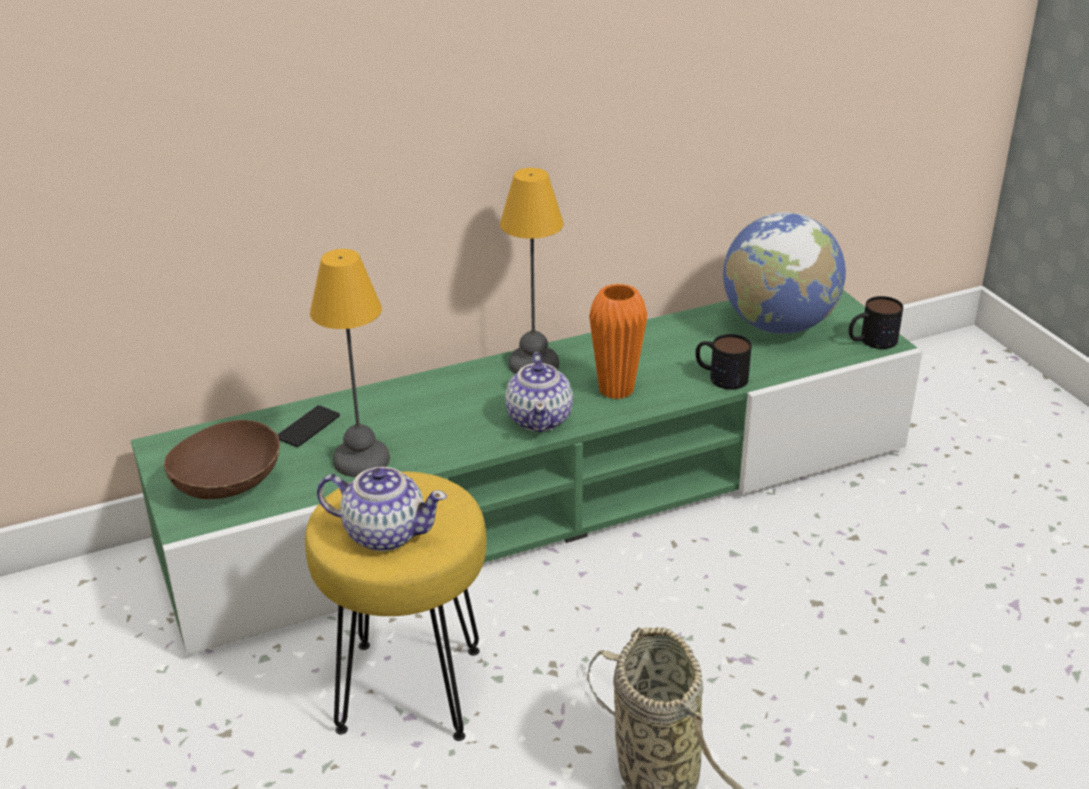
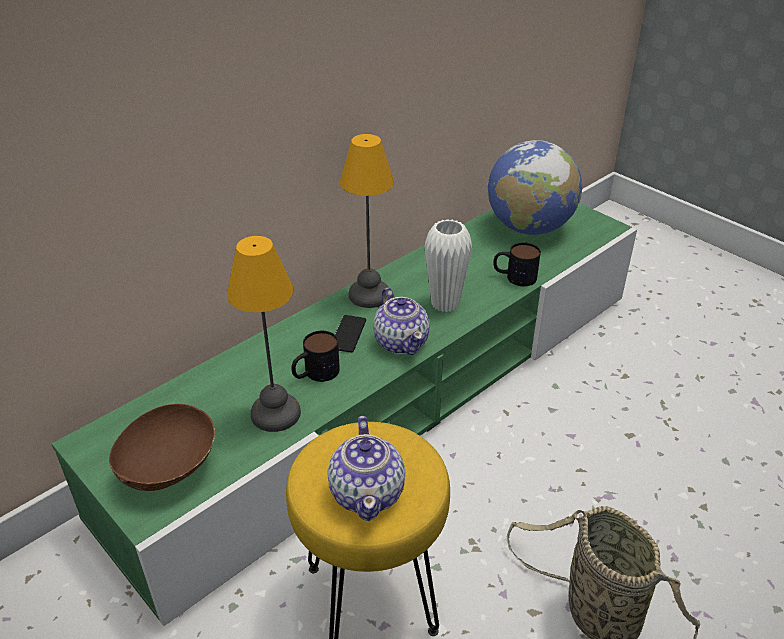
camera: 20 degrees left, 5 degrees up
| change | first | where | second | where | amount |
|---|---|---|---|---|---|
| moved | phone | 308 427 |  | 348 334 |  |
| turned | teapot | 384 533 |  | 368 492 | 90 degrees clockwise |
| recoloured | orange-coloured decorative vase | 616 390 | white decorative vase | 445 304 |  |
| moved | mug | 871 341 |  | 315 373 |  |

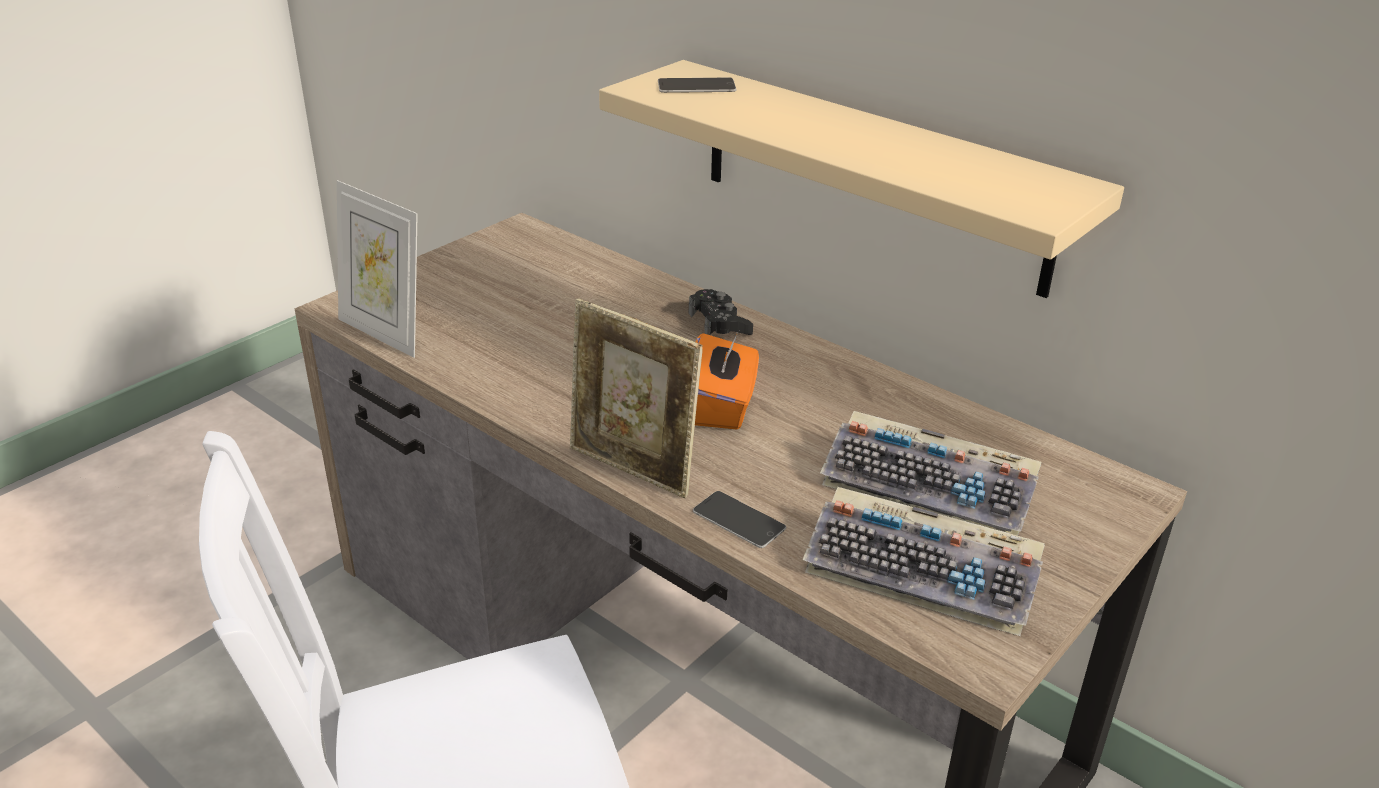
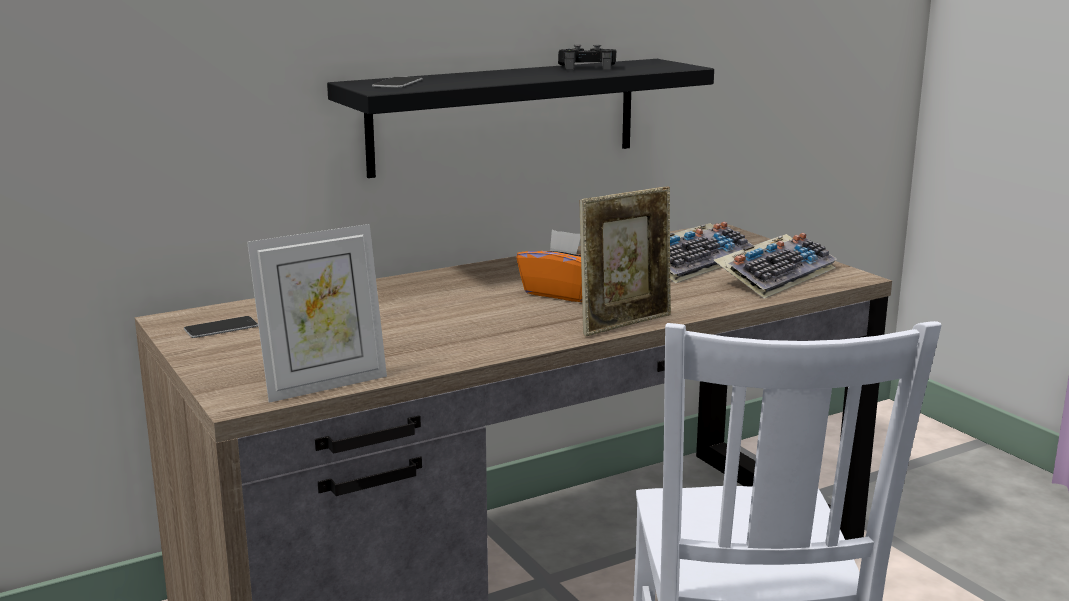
camera: 70 degrees left, 15 degrees down
| change | first | where | second | where | amount |
|---|---|---|---|---|---|
| recoloured | beige-coloured wall shelf | 872 175 | black wall shelf | 505 116 |  |
| moved | black gamepad | 719 323 |  | 587 67 |  |
| moved | phone | 739 520 |  | 221 327 |  |

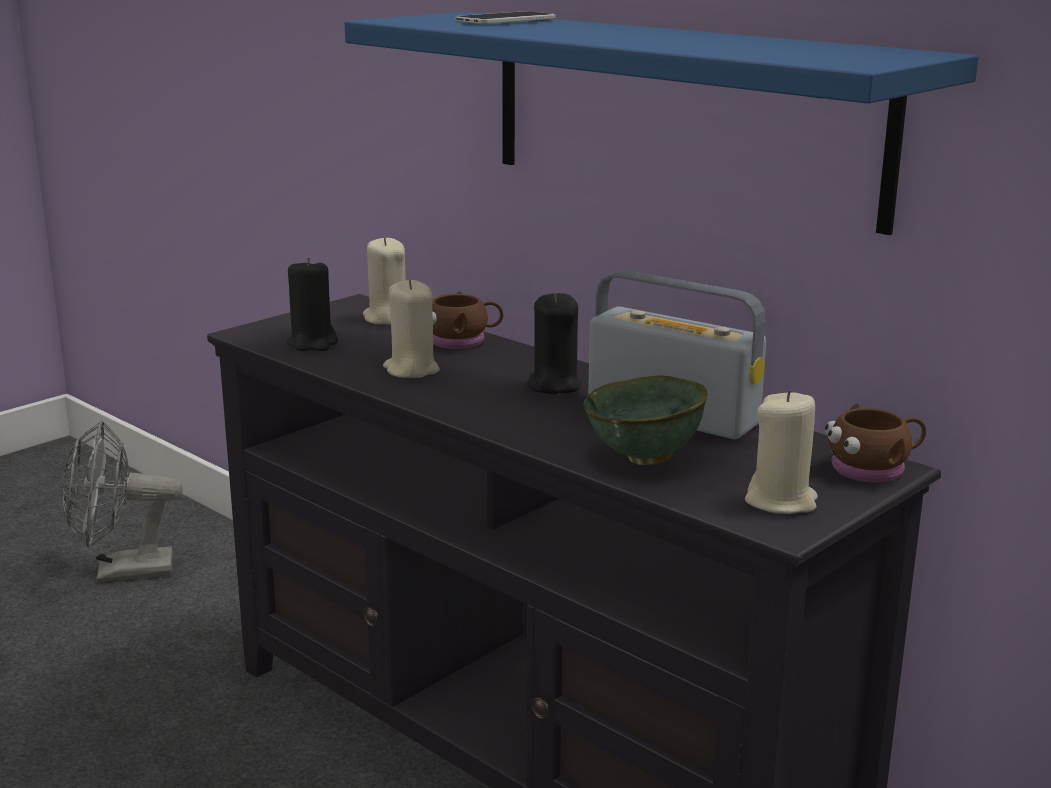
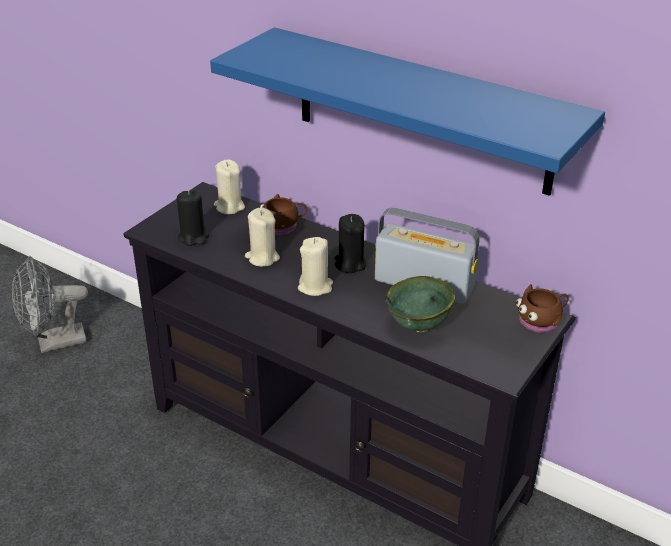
camera: 10 degrees left, 15 degrees up
| change | first | where | second | where | amount |
|---|---|---|---|---|---|
| removed | phone | 506 21 |  |  |  |
| moved | beige-coloured wax candle | 781 501 |  | 315 287 |  |

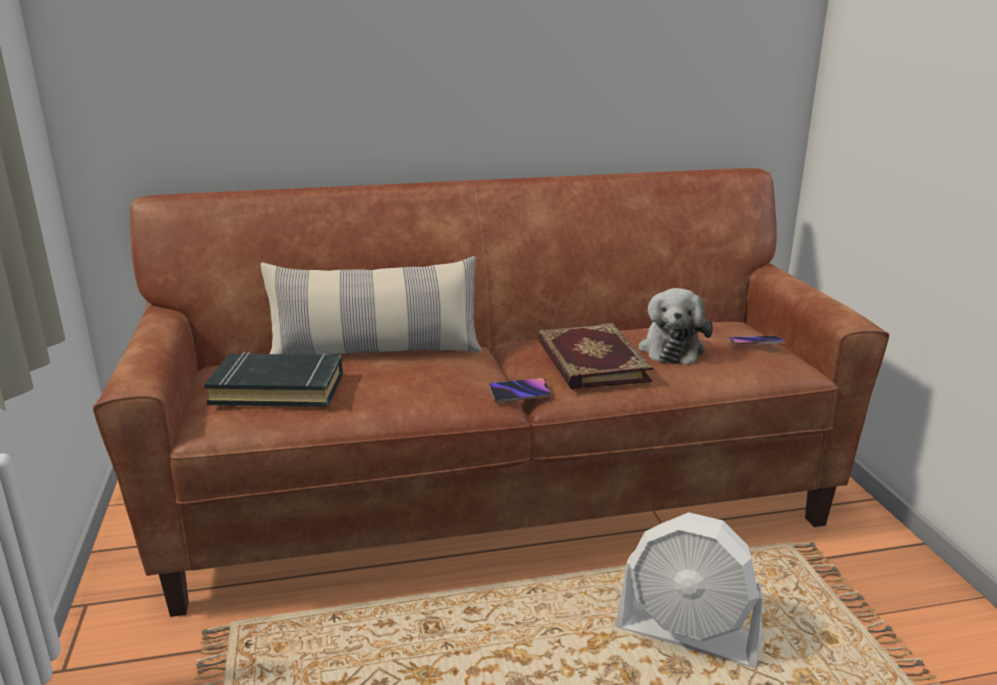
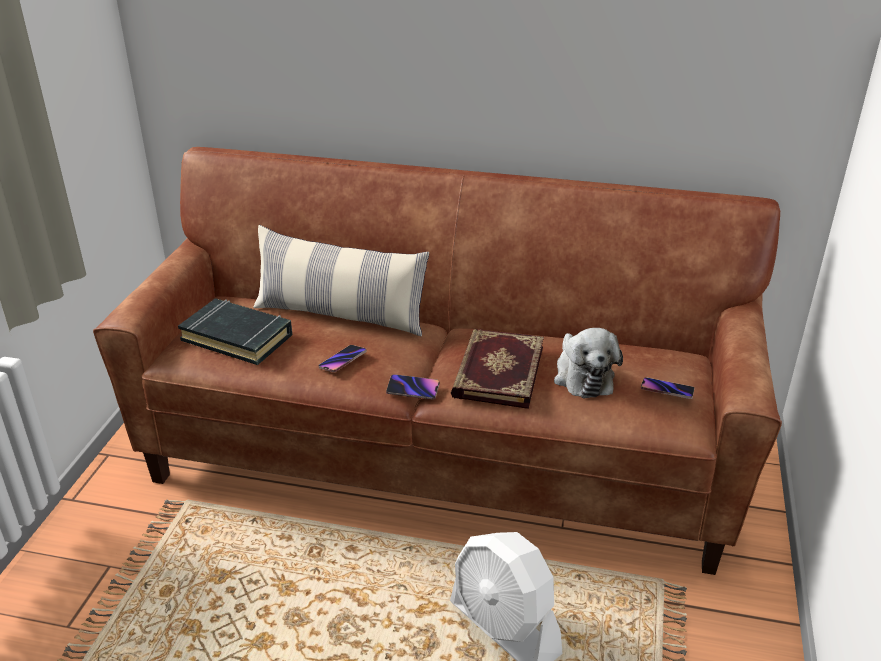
camera: 25 degrees right, 10 degrees up
| change | first | where | second | where | amount |
|---|---|---|---|---|---|
| turned | cuddly toy | 671 348 |  | 582 376 | 45 degrees counterclockwise |
| added |  |  | phone | 343 361 |  |

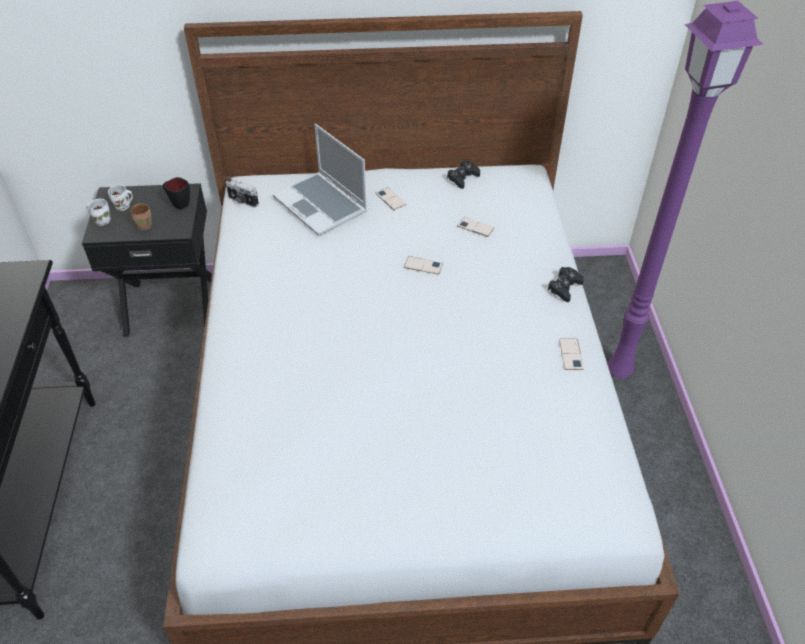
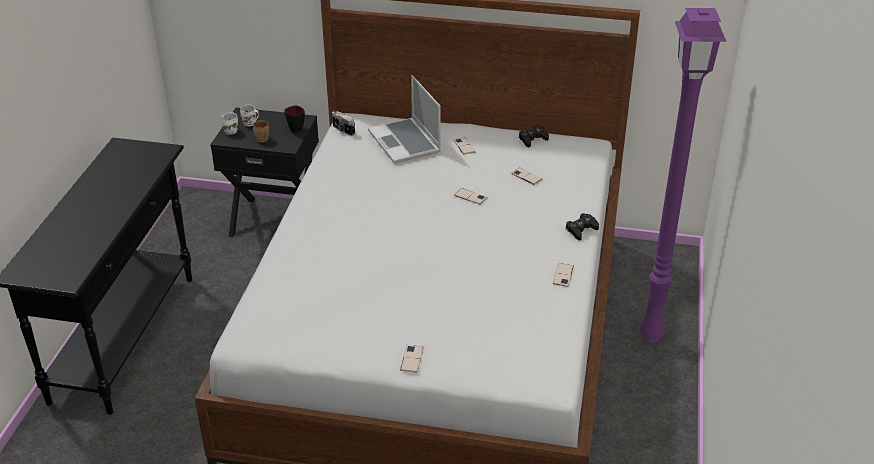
camera: 15 degrees right, 10 degrees down
| change | first | where | second | where | amount |
|---|---|---|---|---|---|
| added |  |  | phone | 411 359 |  |

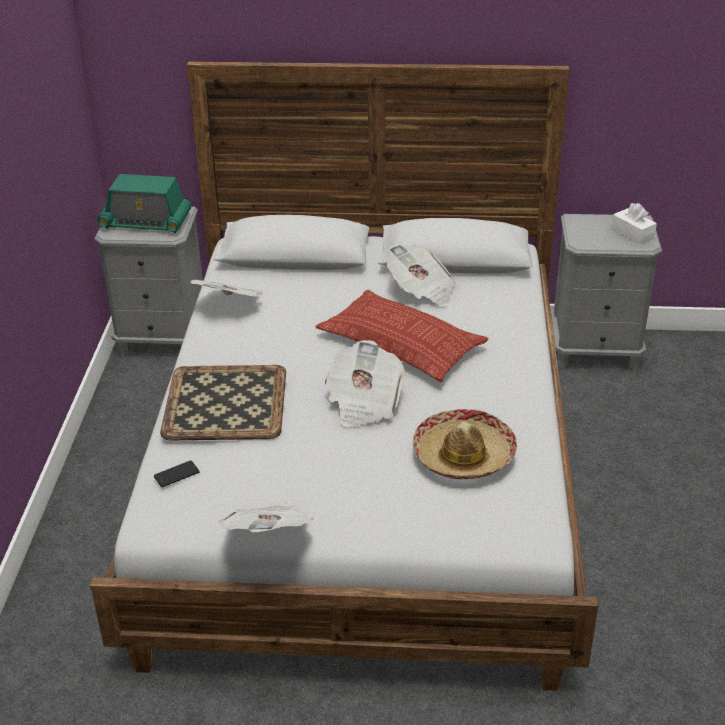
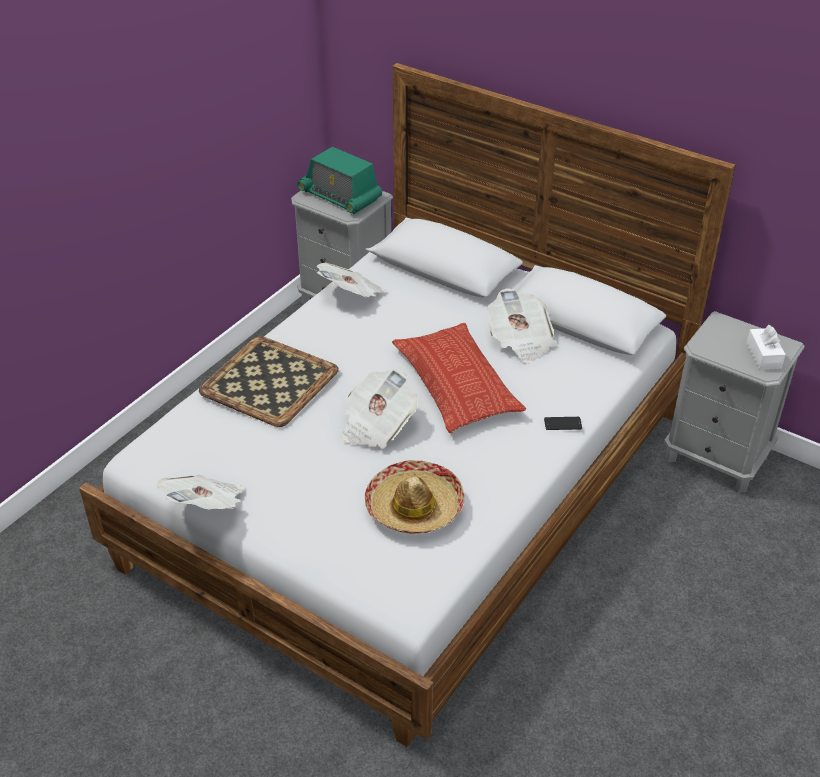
camera: 30 degrees right, 5 degrees up
| change | first | where | second | where | amount |
|---|---|---|---|---|---|
| moved | phone | 176 474 |  | 562 424 |  |

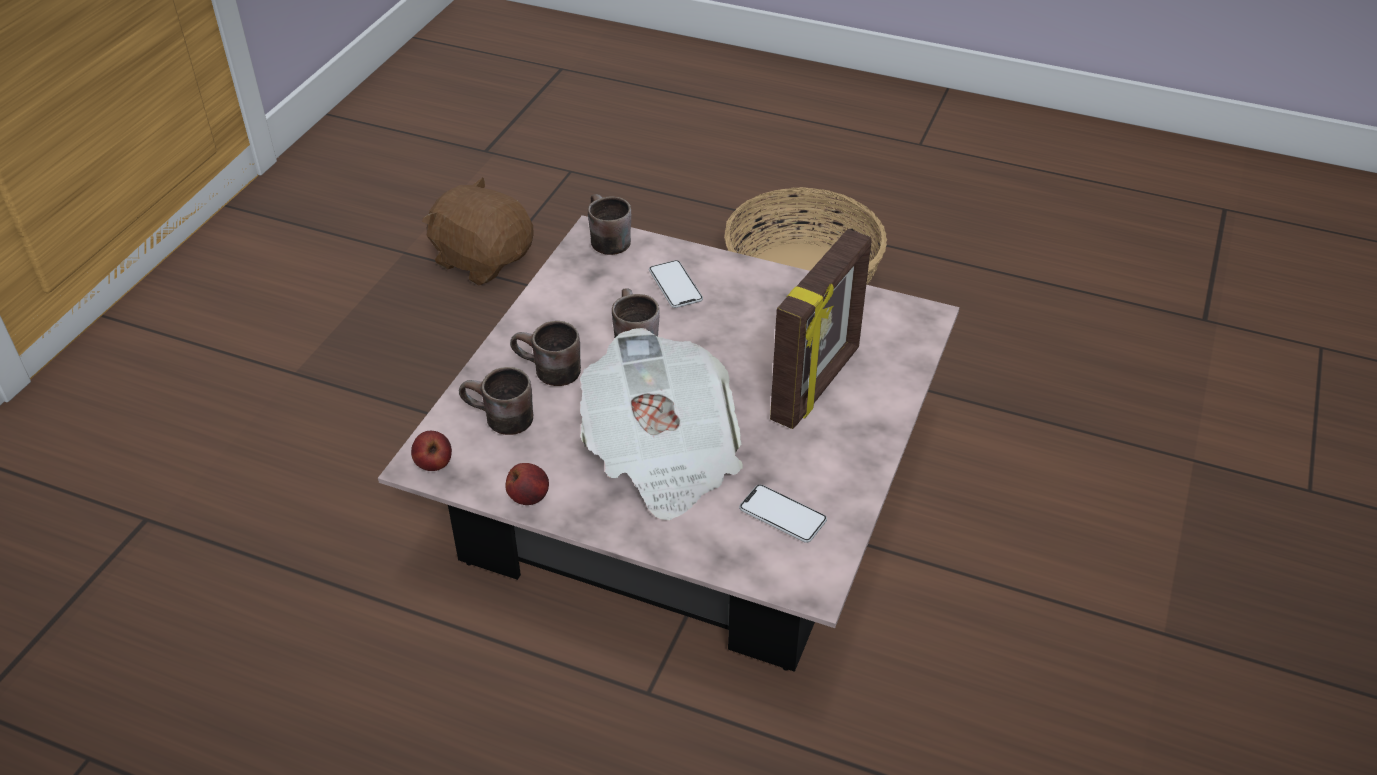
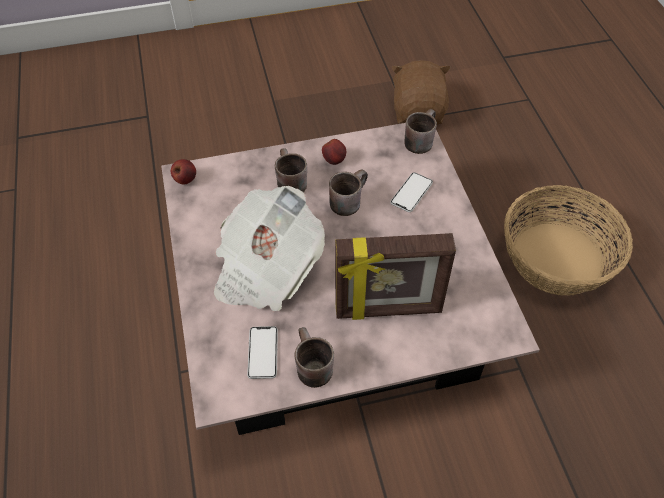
camera: 55 degrees right, 10 degrees up
| change | first | where | second | where | amount |
|---|---|---|---|---|---|
| moved | brownish mug | 499 421 |  | 309 366 |  |
| moved | apple | 529 497 |  | 334 160 |  |

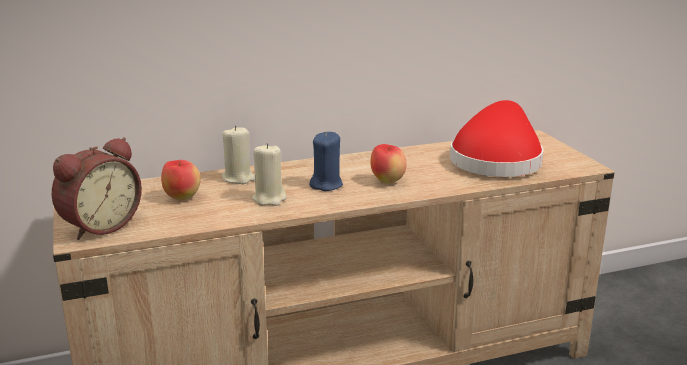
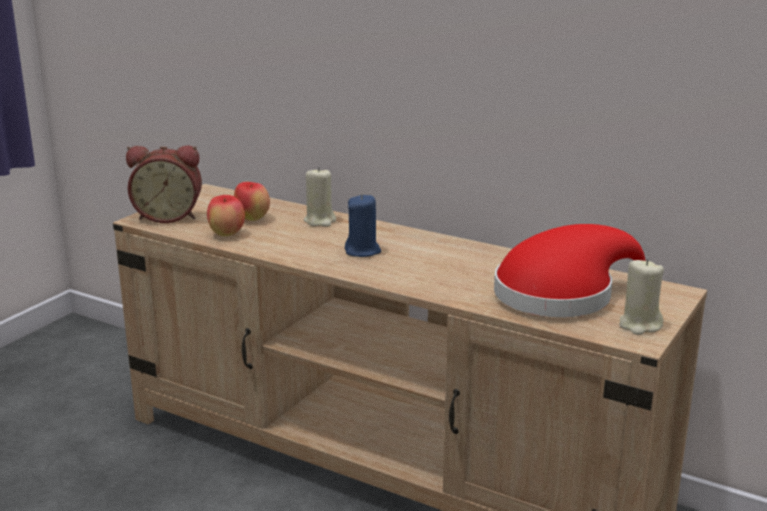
camera: 50 degrees right, 0 degrees up
| change | first | where | second | where | amount |
|---|---|---|---|---|---|
| moved | beige-coloured wax candle | 269 199 |  | 639 325 |  |
| moved | apple | 387 181 |  | 227 234 |  |

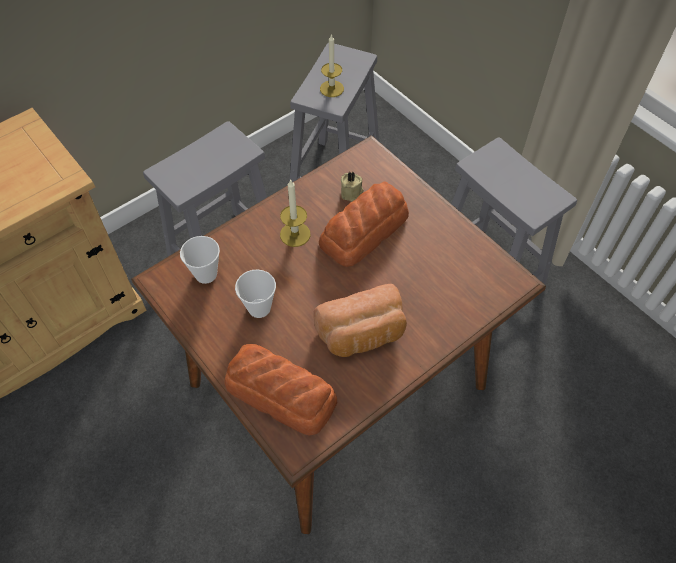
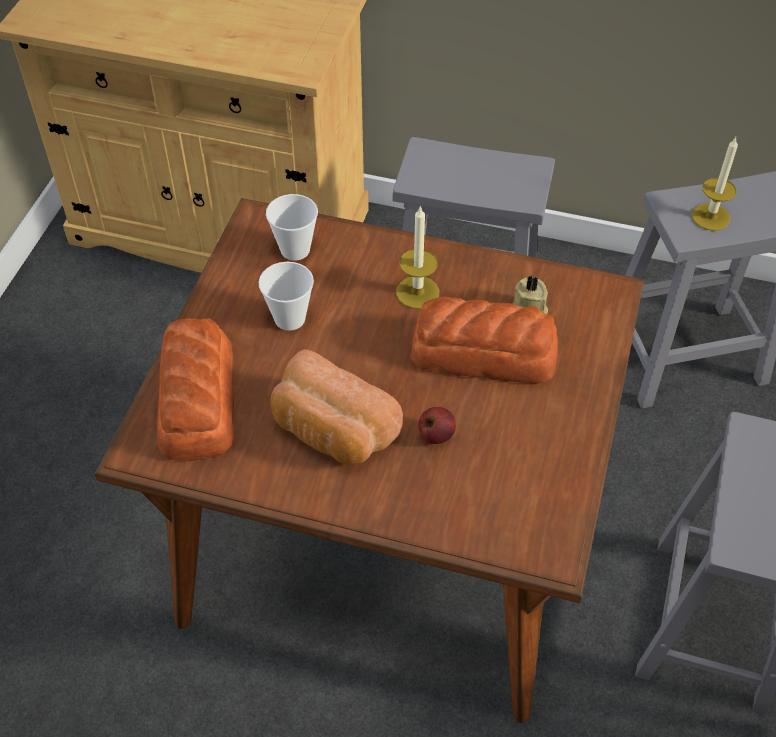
camera: 55 degrees right, 5 degrees down
| change | first | where | second | where | amount |
|---|---|---|---|---|---|
| added |  |  | apple | 436 435 |  |

